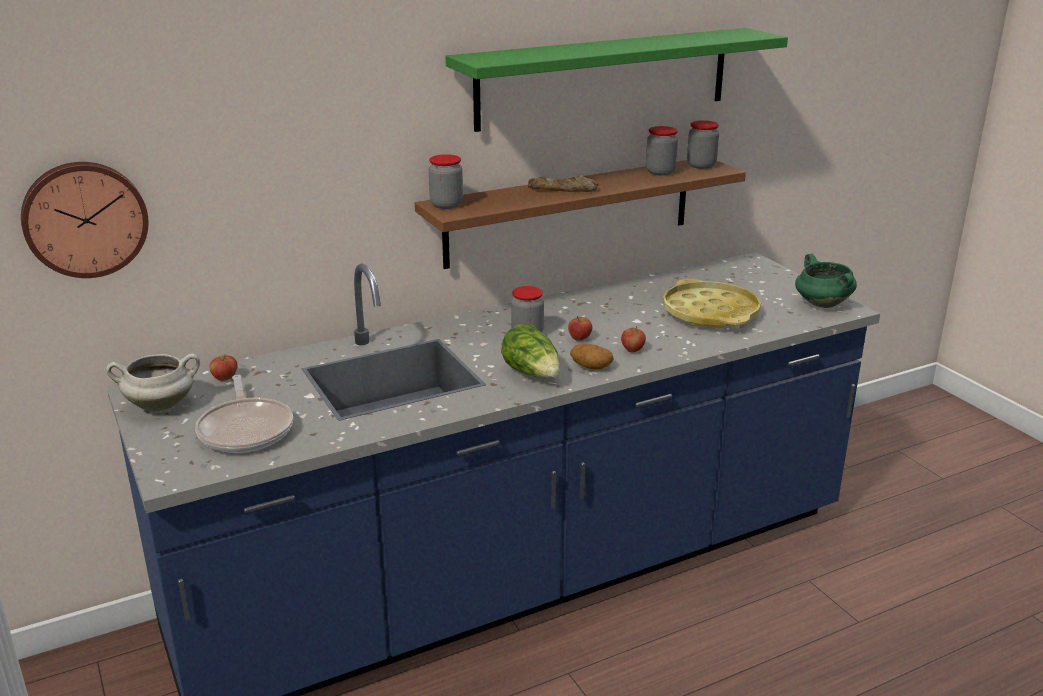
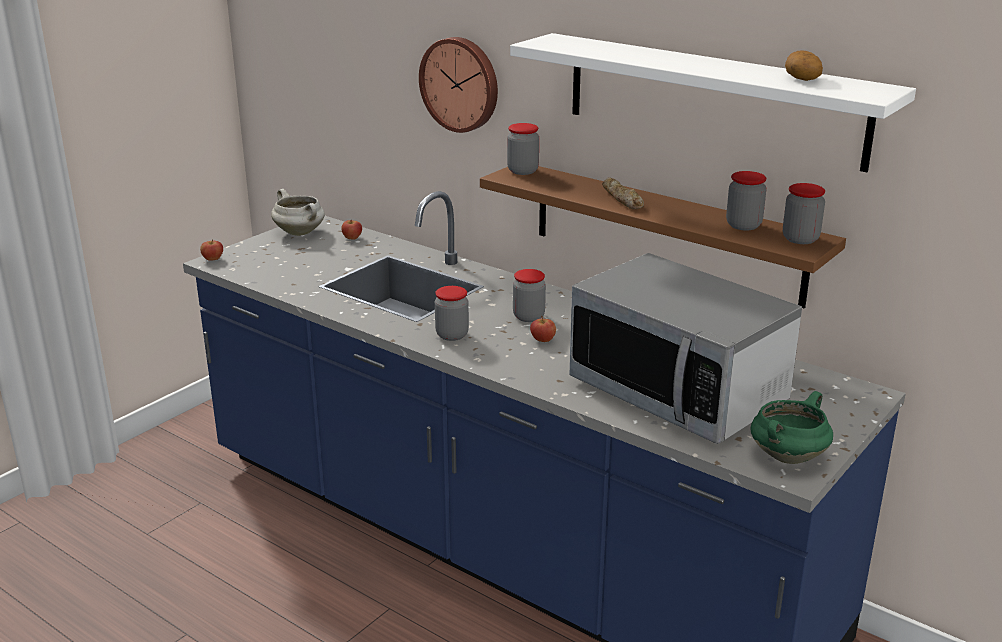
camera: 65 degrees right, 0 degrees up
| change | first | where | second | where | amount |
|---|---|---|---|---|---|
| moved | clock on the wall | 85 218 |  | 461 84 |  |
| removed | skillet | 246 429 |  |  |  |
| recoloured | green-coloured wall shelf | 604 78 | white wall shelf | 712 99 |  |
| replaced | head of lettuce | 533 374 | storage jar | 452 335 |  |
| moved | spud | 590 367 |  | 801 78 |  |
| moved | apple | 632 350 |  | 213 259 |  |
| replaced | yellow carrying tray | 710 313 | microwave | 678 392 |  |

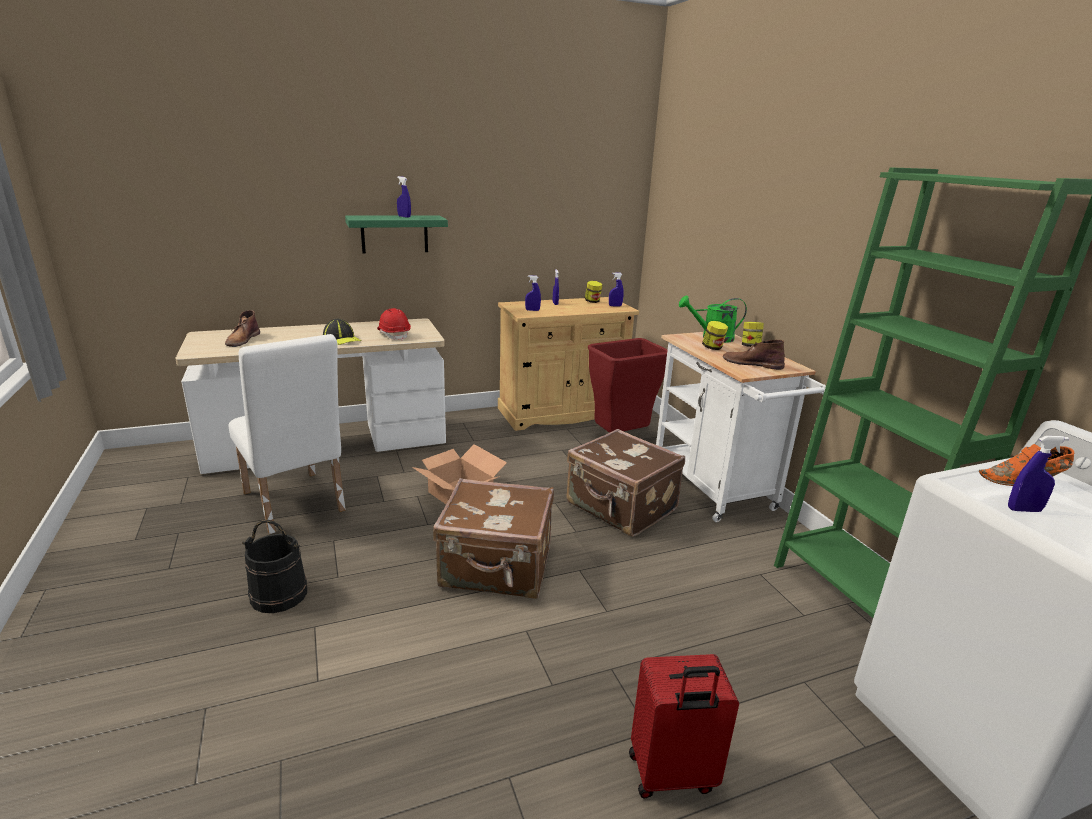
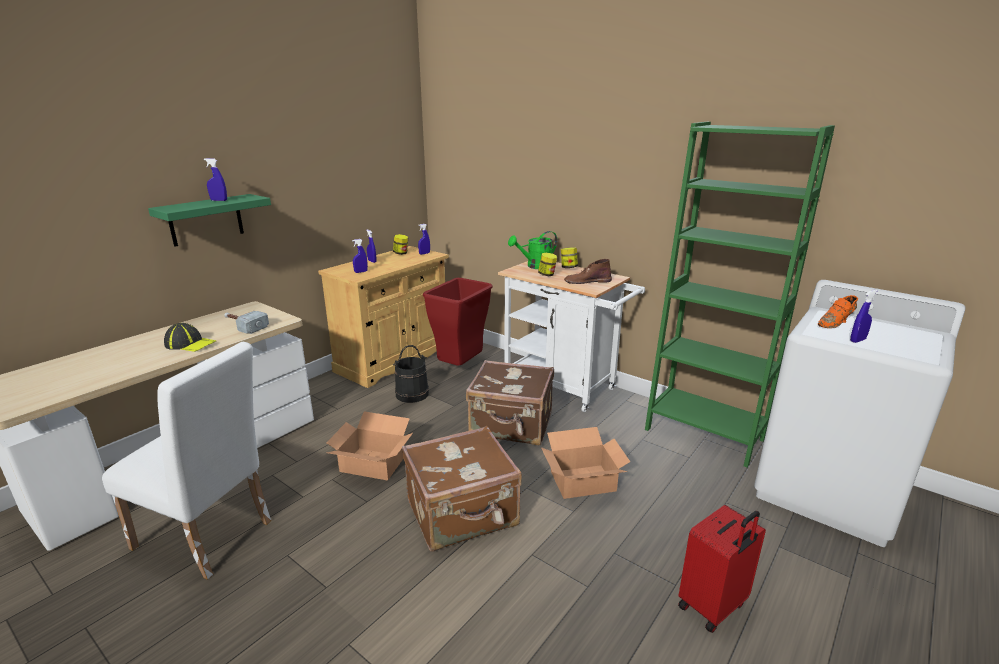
camera: 30 degrees left, 0 degrees up
| change | first | where | second | where | amount |
|---|---|---|---|---|---|
| removed | brownish tall boot | 242 339 |  |  |  |
| moved | black water bucket | 279 594 |  | 412 394 |  |
| replaced | reddish hard hat | 394 335 | hand hammer | 243 326 |  |
| added |  |  | carton | 583 481 |  |

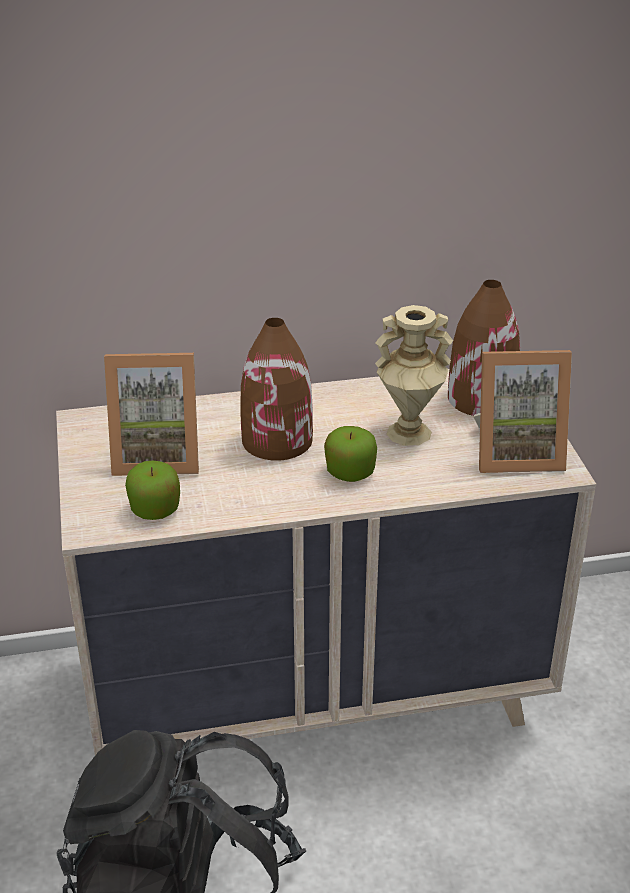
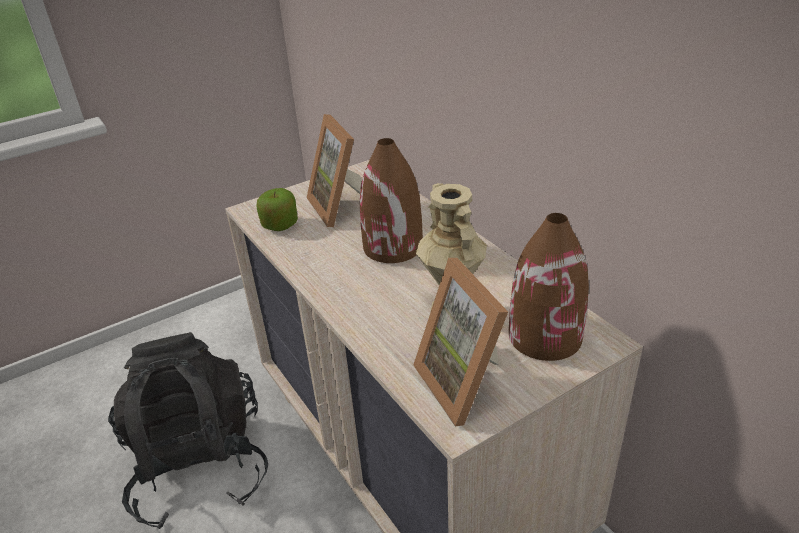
camera: 70 degrees right, 0 degrees up
| change | first | where | second | where | amount |
|---|---|---|---|---|---|
| removed | apple | 350 472 |  |  |  |

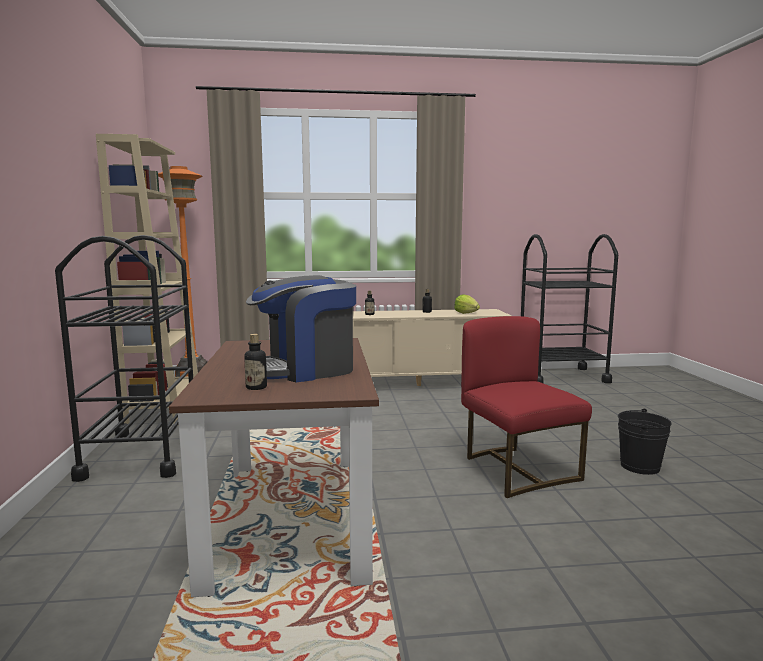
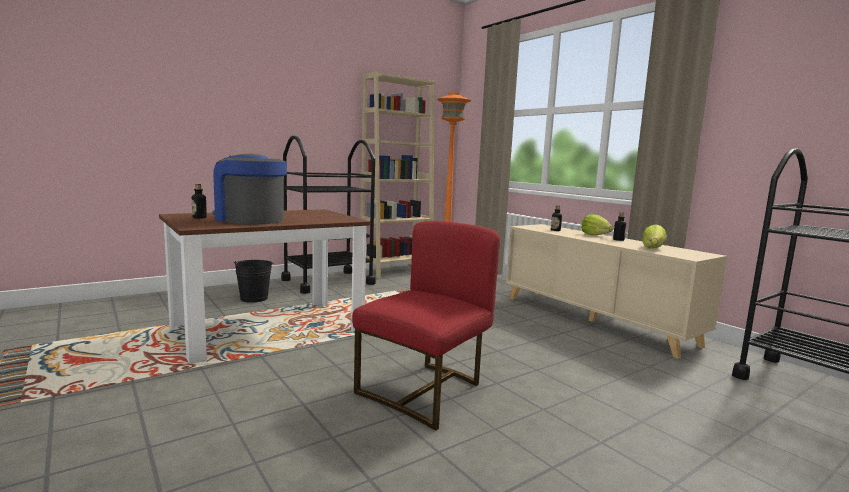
camera: 60 degrees right, 0 degrees up
| change | first | where | second | where | amount |
|---|---|---|---|---|---|
| moved | black water bucket | 640 466 |  | 254 298 |  |
| added |  |  | head of lettuce | 595 235 |  |

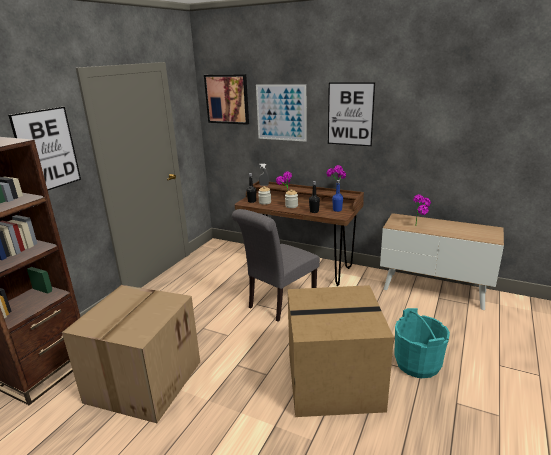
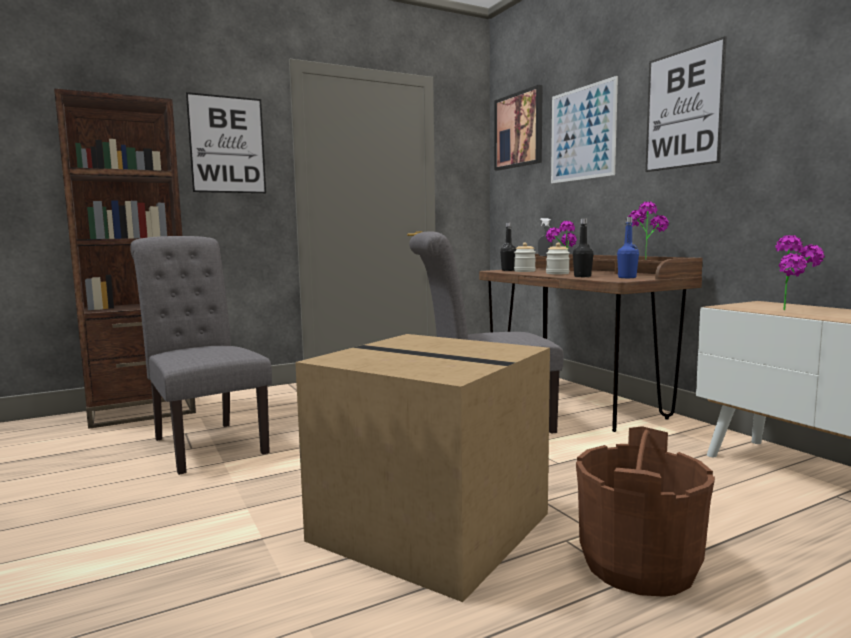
camera: 35 degrees right, 15 degrees down
| change | first | where | second | where | amount |
|---|---|---|---|---|---|
| replaced | carton | 144 380 | greyish chair | 205 443 |  |
| recoloured | blue-green water bucket | 417 363 | brownish water bucket | 638 565 |  |

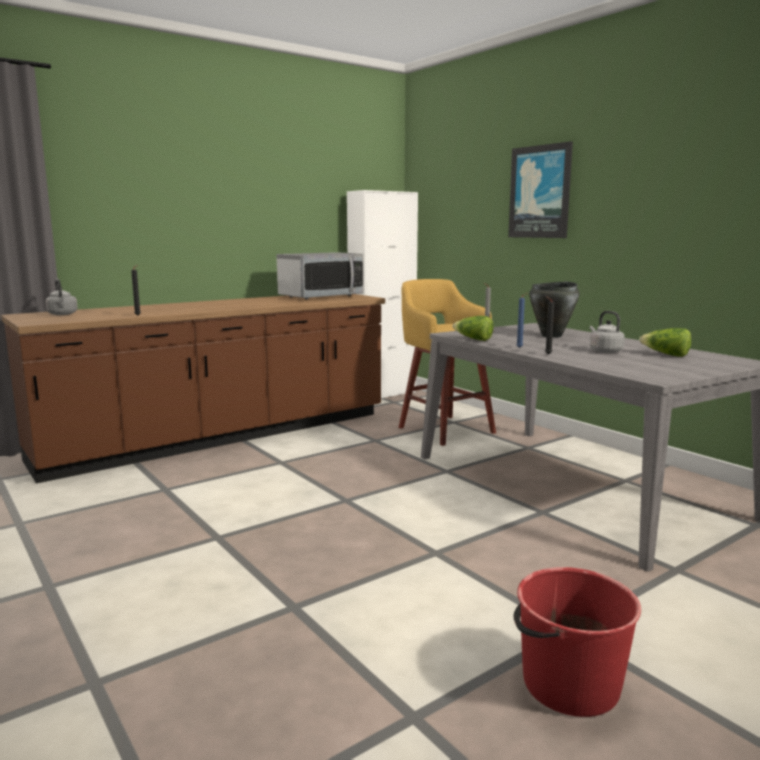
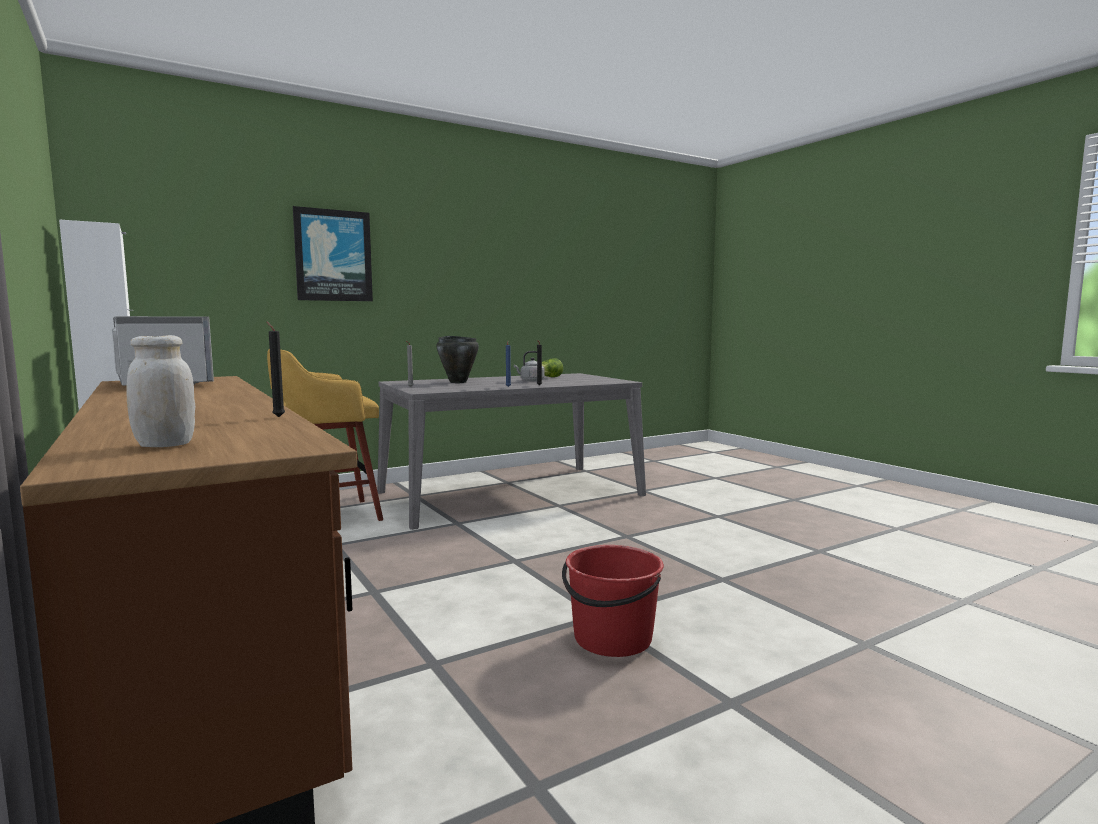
camera: 85 degrees left, 5 degrees down
| change | first | where | second | where | amount |
|---|---|---|---|---|---|
| replaced | greyish water kettle | 62 314 | white storage jar | 165 445 |  |
| removed | head of lettuce | 473 339 |  |  |  |
| moved | reddish water bucket | 568 684 |  | 612 639 |  |

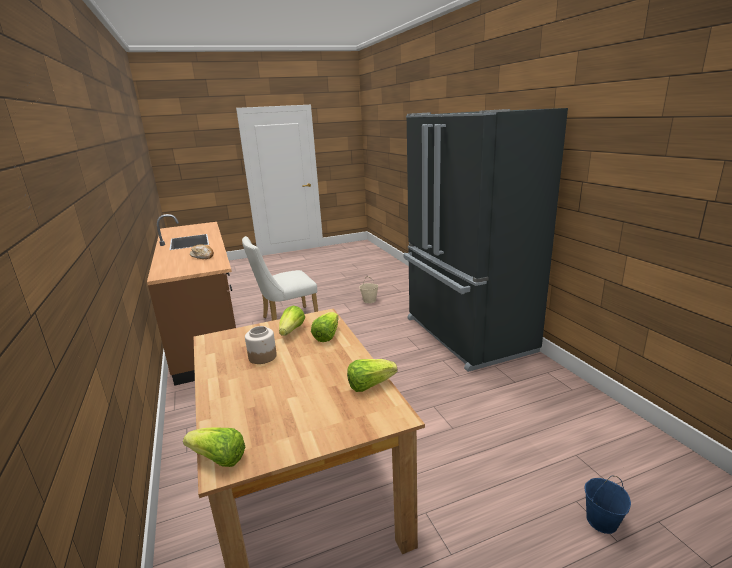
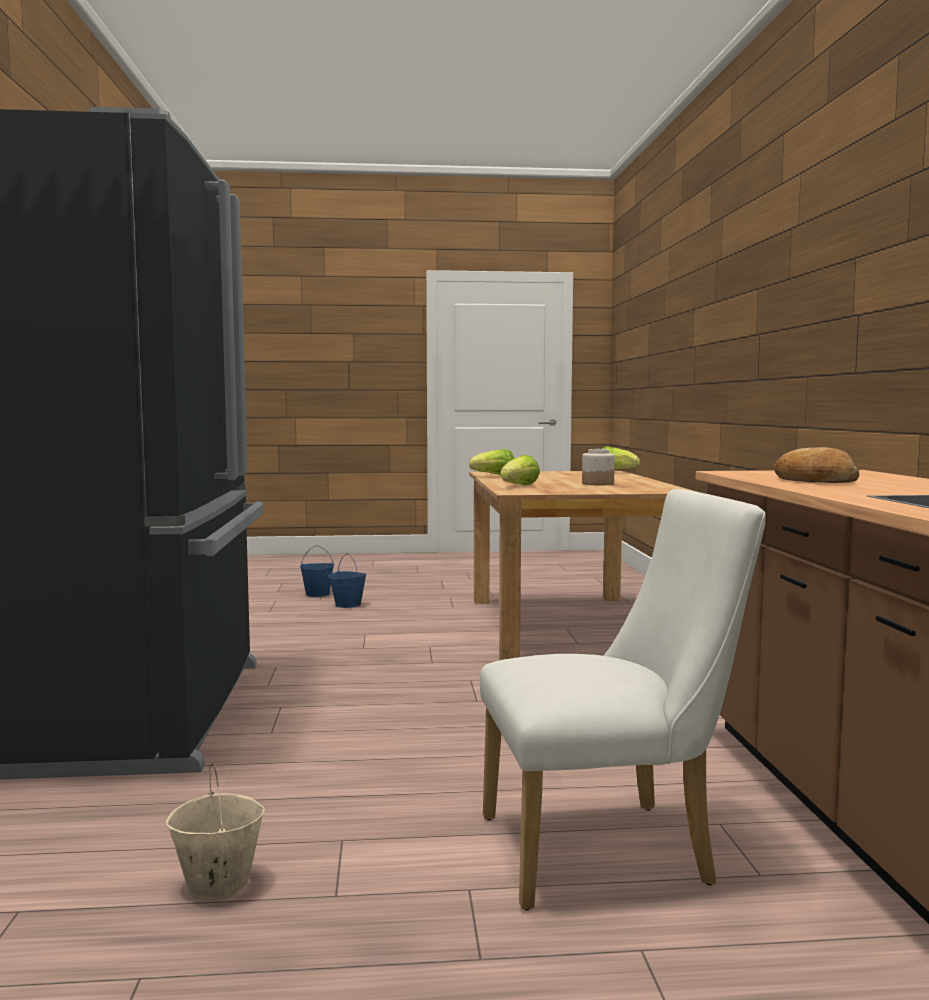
camera: 165 degrees left, 15 degrees down
| change | first | where | second | where | amount |
|---|---|---|---|---|---|
| removed | head of lettuce | 292 331 |  |  |  |
| added |  |  | bluish water bucket | 348 605 |  |

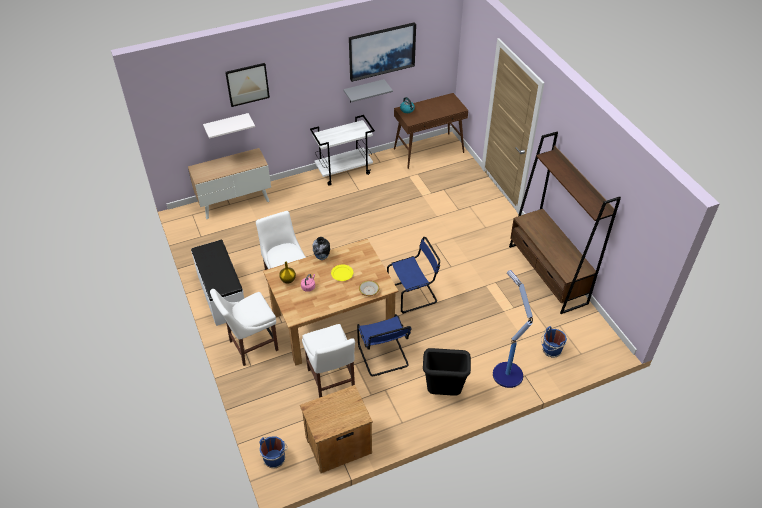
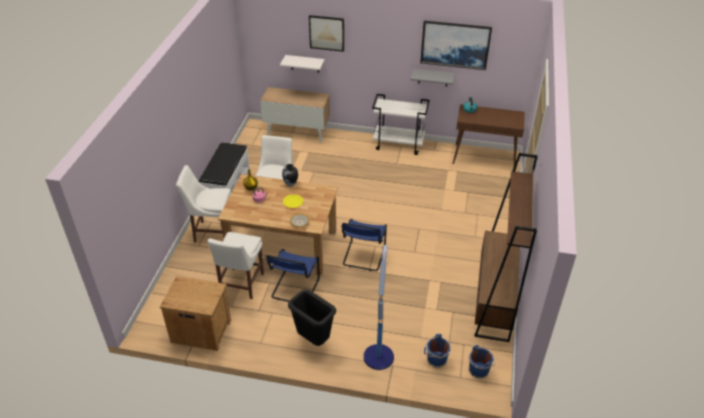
camera: 35 degrees right, 5 degrees down
| change | first | where | second | where | amount |
|---|---|---|---|---|---|
| moved | bluish water bucket | 275 458 |  | 479 370 |  |
| turned | bluish chair | 414 294 |  | 363 257 | 90 degrees clockwise |

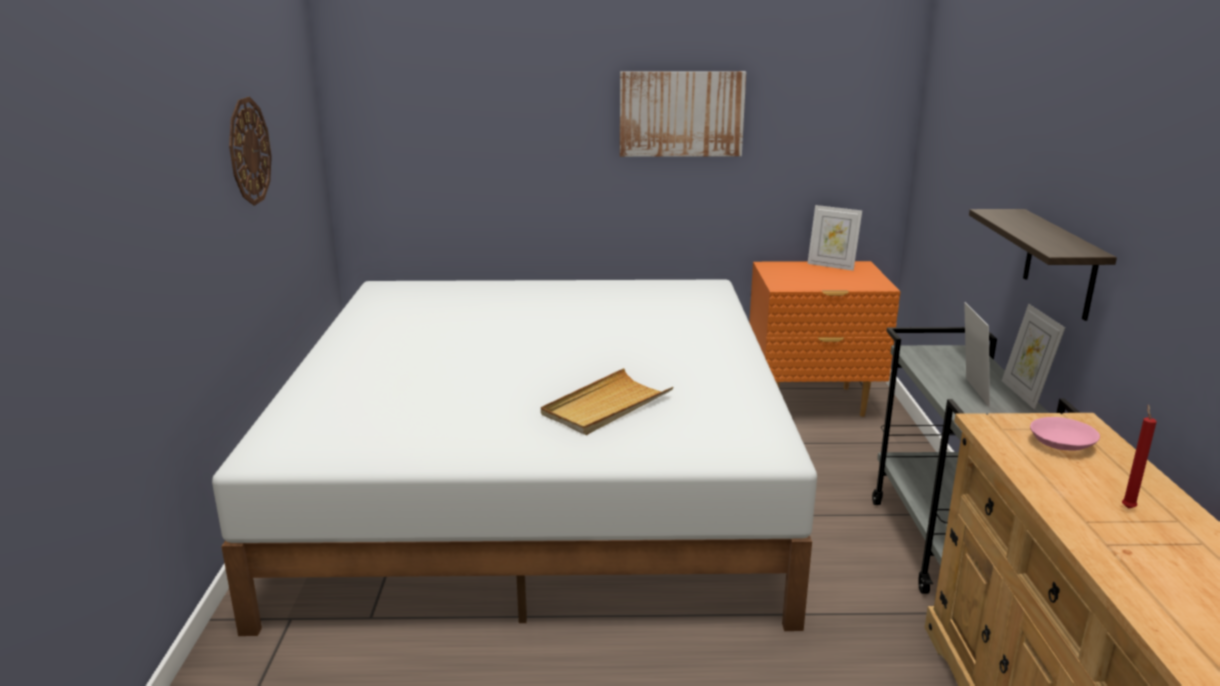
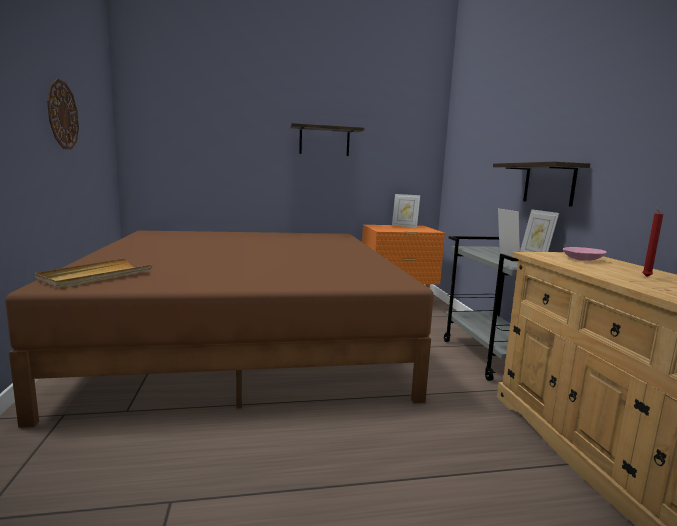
camera: 10 degrees left, 10 degrees down
| change | first | where | second | where | amount |
|---|---|---|---|---|---|
| recoloured | white bed | 540 480 | brownish bed | 246 336 |  |
| moved | beige-coloured carrying tray | 606 406 |  | 96 276 |  |
| replaced | picture | 681 114 | wall shelf | 324 141 |  |

